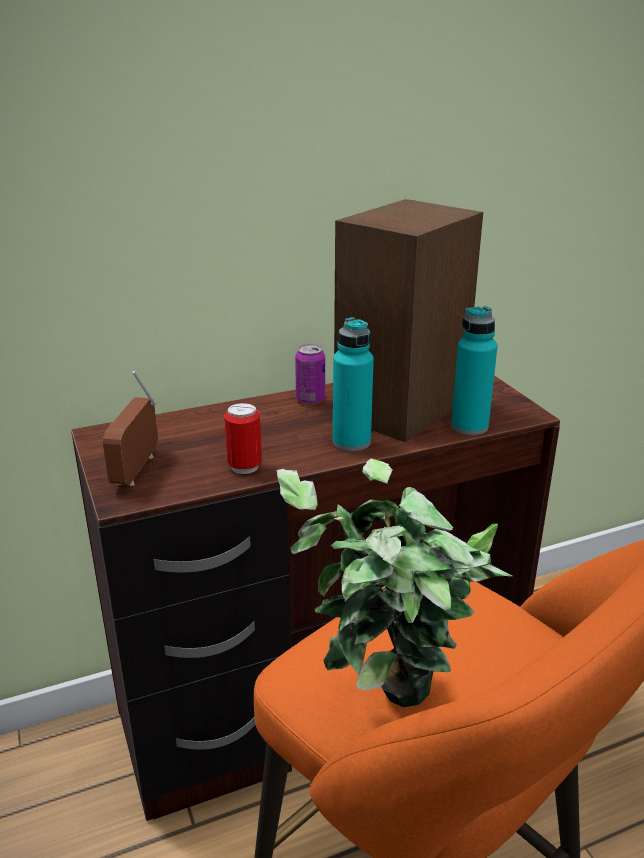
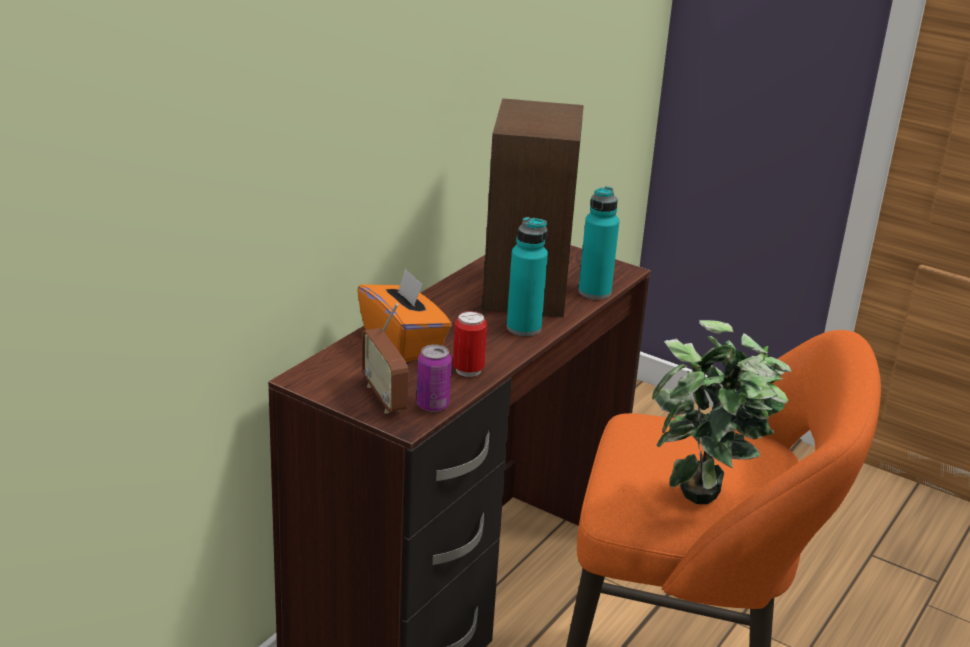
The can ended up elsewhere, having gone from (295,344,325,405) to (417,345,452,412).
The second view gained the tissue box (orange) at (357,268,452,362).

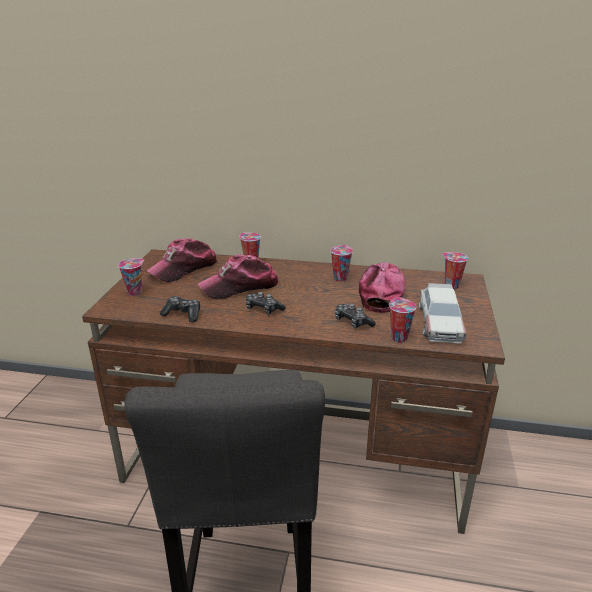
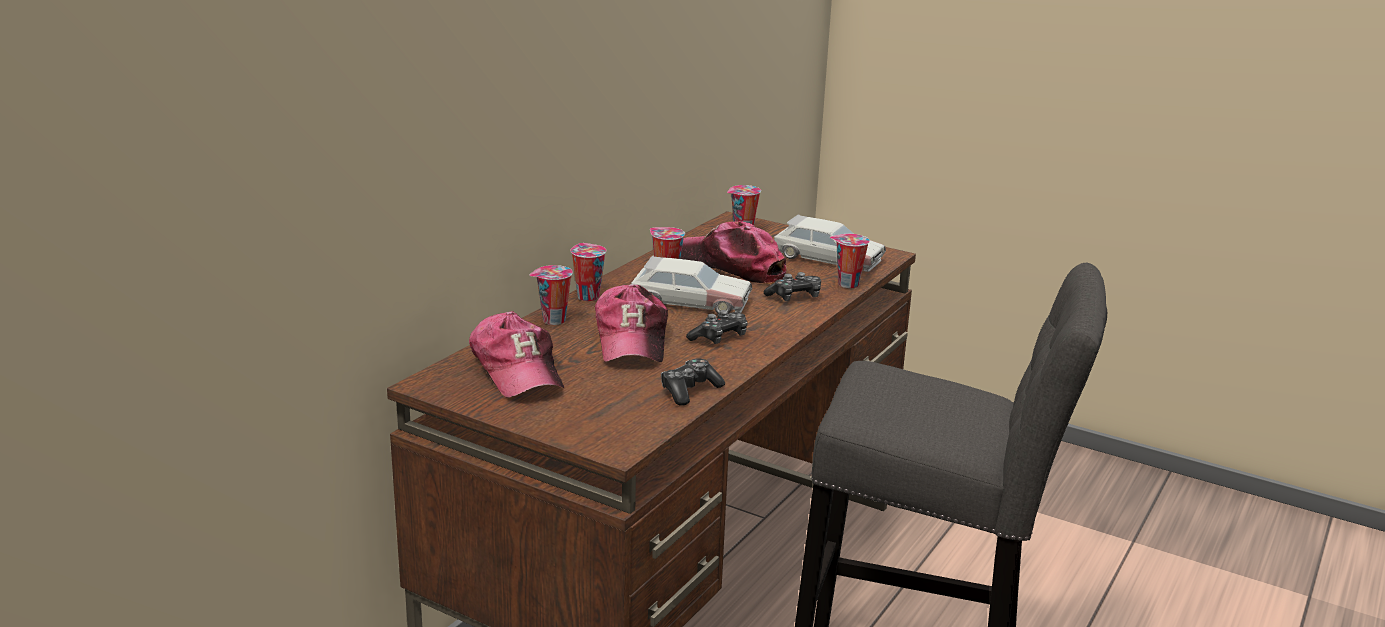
The cup ended up elsewhere, having gone from (118,258,145,296) to (570,243,606,301).
The second view gained the toy car at (631,256,752,314).

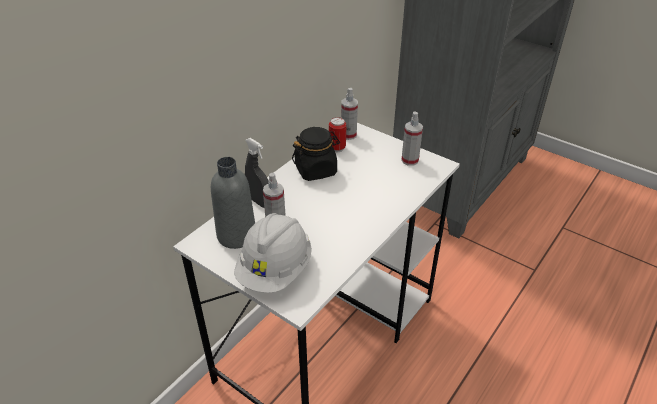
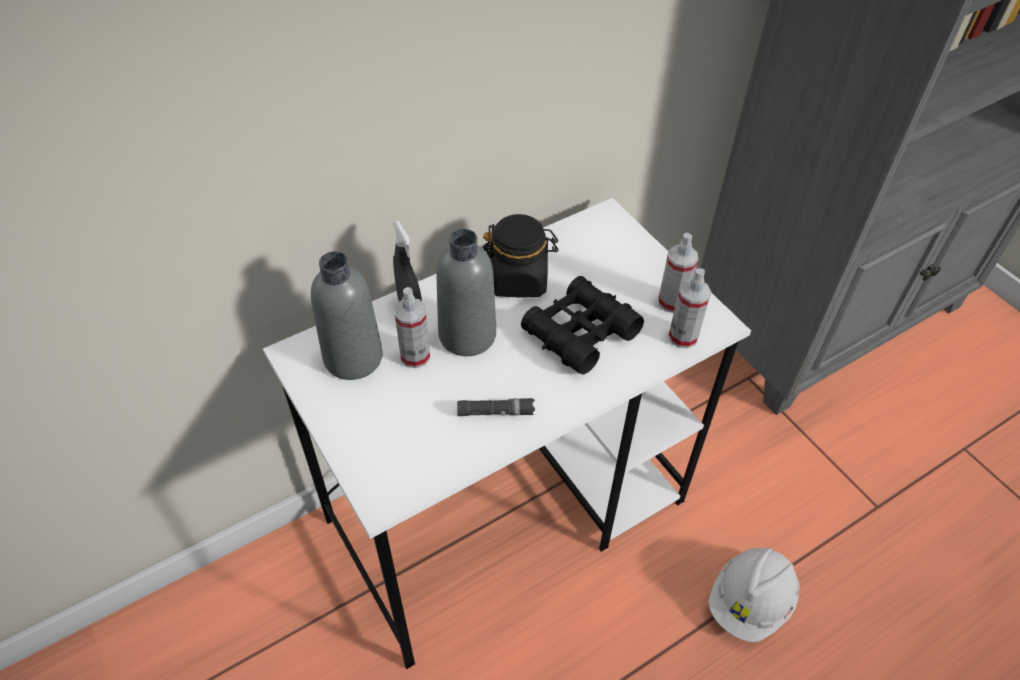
The hard hat (white) ended up elsewhere, having gone from (234,213,312,293) to (708,548,800,642).
The second view lost the can at (329,117,346,152).
The spray bottle ended up elsewhere, having gone from (341,88,358,140) to (668,268,711,348).
The second view gained the bottle (grey) at (436,229,496,356).
The second view gained the flashlight (black) at (457,398,535,416).
The second view gained the binoculars (black) at (521,276,644,374).

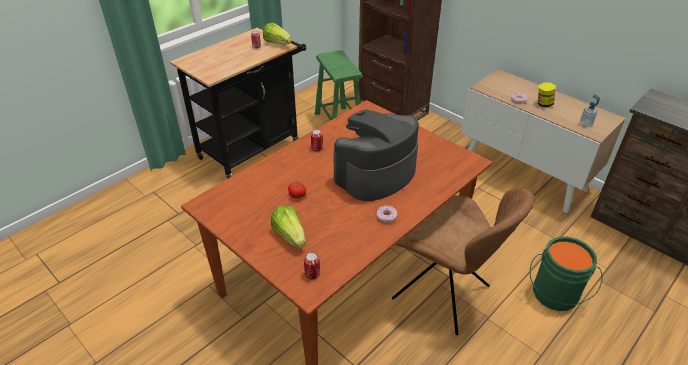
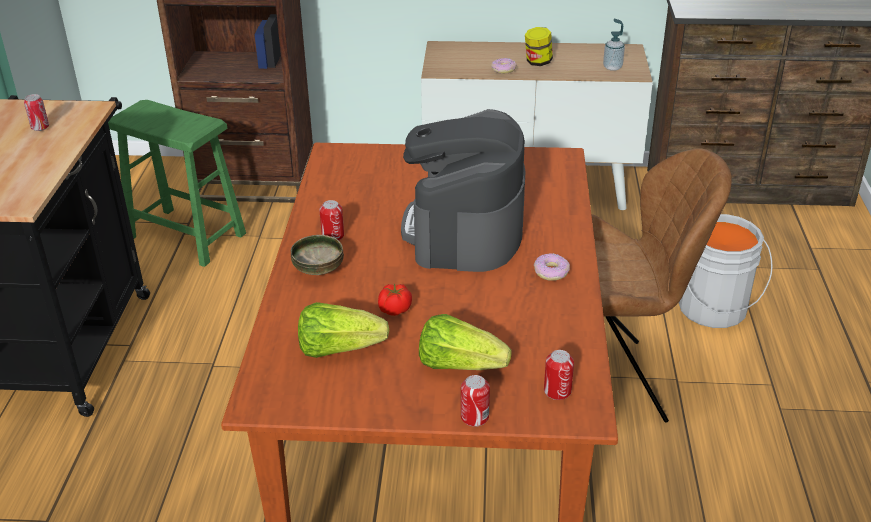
The lettuce ended up elsewhere, having gone from (263,23,292,44) to (298,302,389,358).
What was the bucket (green) at (530,237,603,311) turned into the bucket (grey) at (679,214,772,328).
The second view gained the bowl at (291,235,344,275).
The second view gained the can at (461,375,490,427).

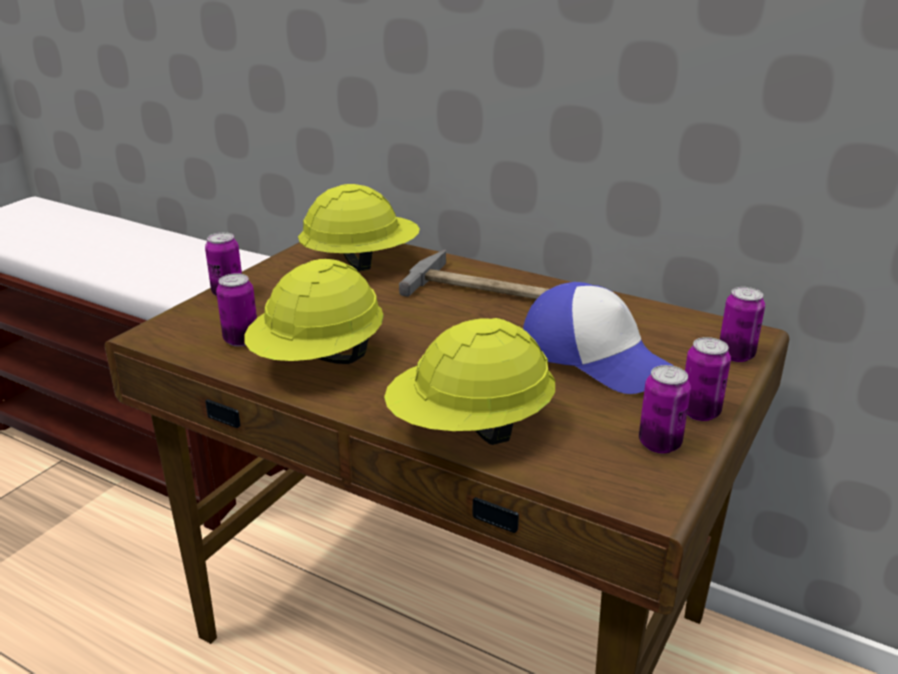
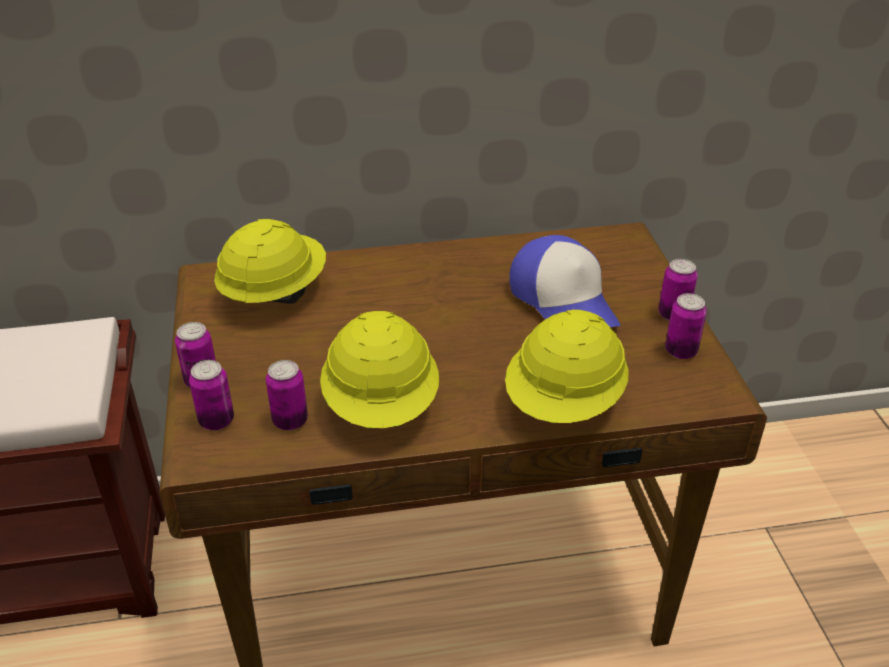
The second view lost the hammer at (399,250,549,299).
The cap at (523,282,674,394) ended up facing another way, 60 degrees clockwise from before.
The can ended up elsewhere, having gone from (720,287,765,362) to (189,360,234,430).

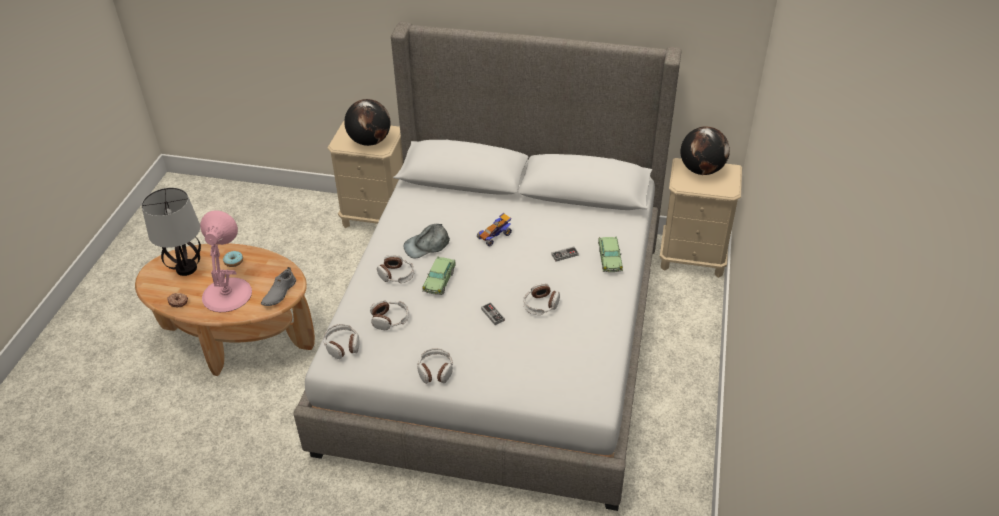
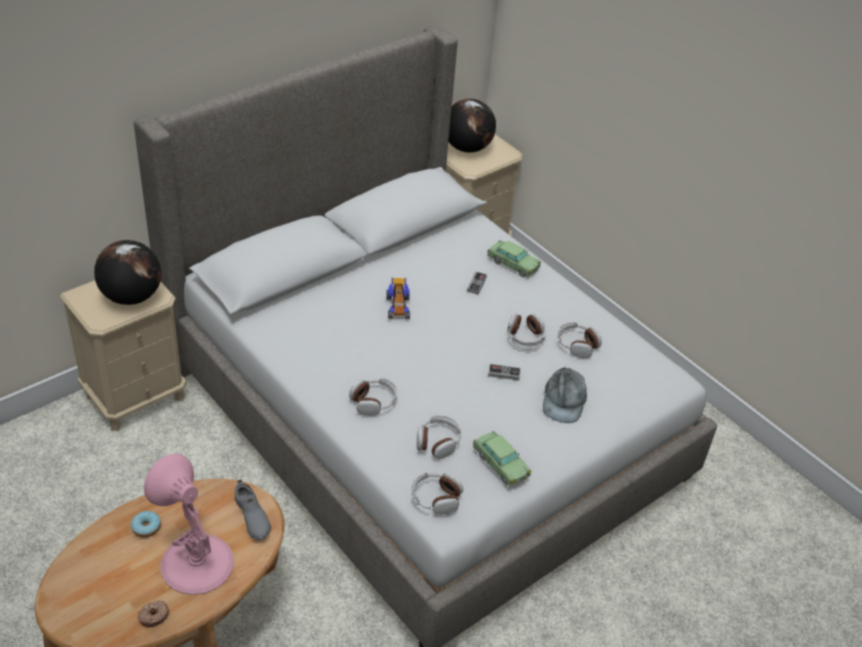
The second view lost the table lamp at (142,188,201,276).
The cap (grey) ended up elsewhere, having gone from (403,224,450,258) to (543,366,587,423).
The headphones ended up elsewhere, having gone from (417,348,453,384) to (557,322,602,358).
The toy car ended up elsewhere, having gone from (422,256,456,295) to (473,431,531,487).

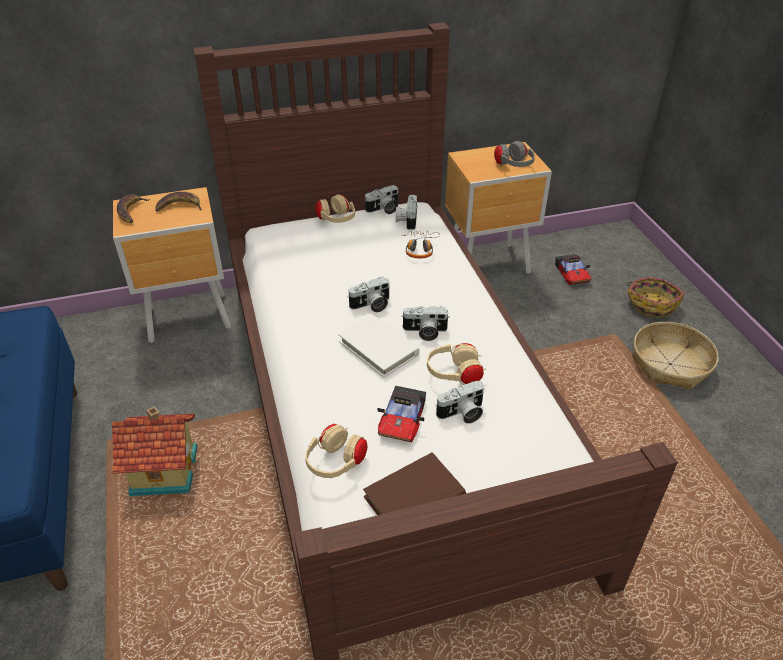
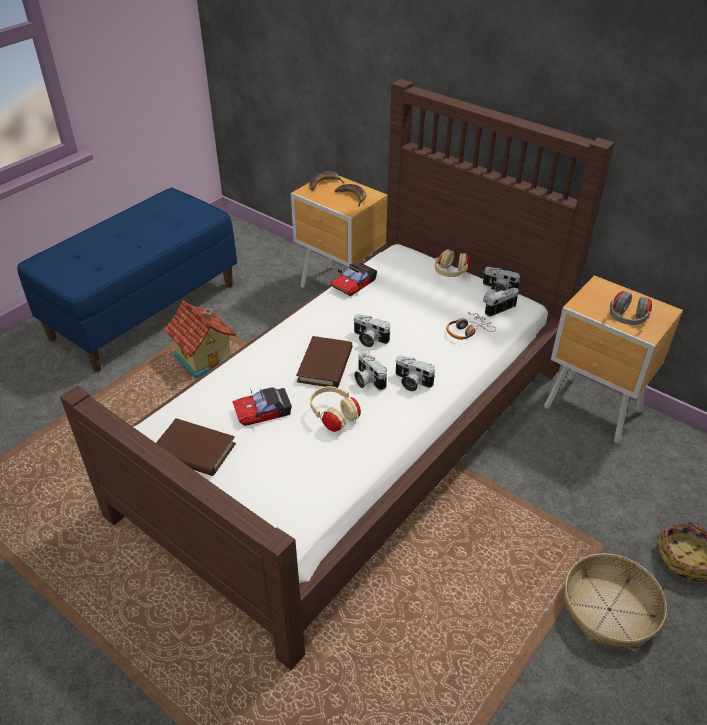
The second view lost the headphones (beige) at (305,424,367,478).
What was the book (white) at (338,314,420,378) turned into the book (brown) at (296,336,353,388).
The photo camera ended up elsewhere, having gone from (436,381,484,424) to (395,355,435,391).
The toy car ended up elsewhere, having gone from (555,254,592,285) to (330,263,377,296).

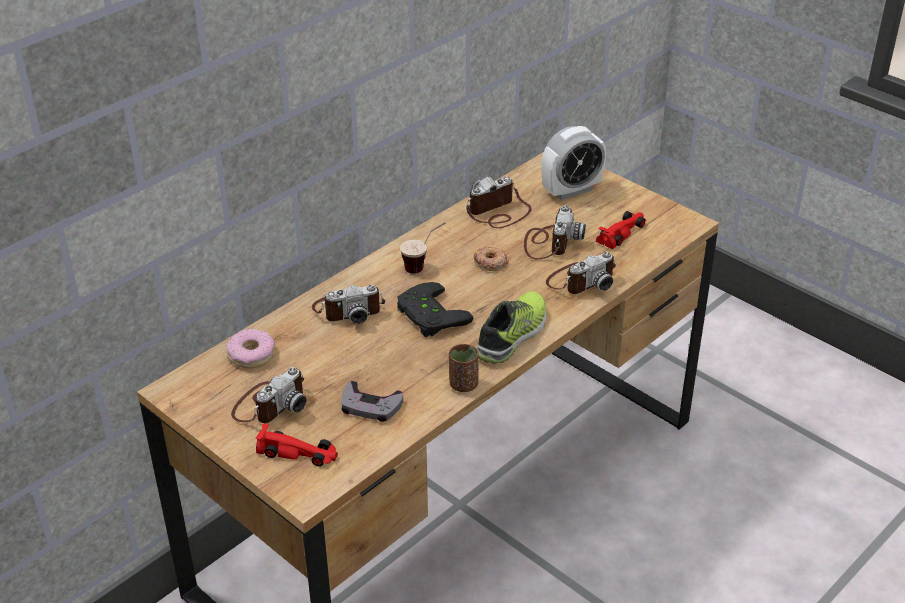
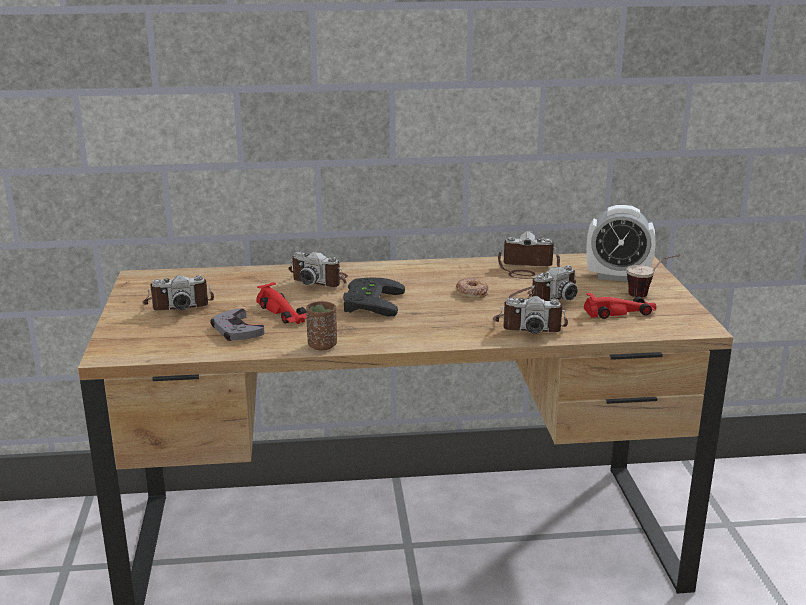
The second view lost the donut at (226,329,275,368).
The toy car (red) ended up elsewhere, having gone from (256,423,338,466) to (257,282,307,324).
The cup ended up elsewhere, having gone from (400,222,446,274) to (626,255,680,297).
The second view lost the shoe at (477,291,546,364).

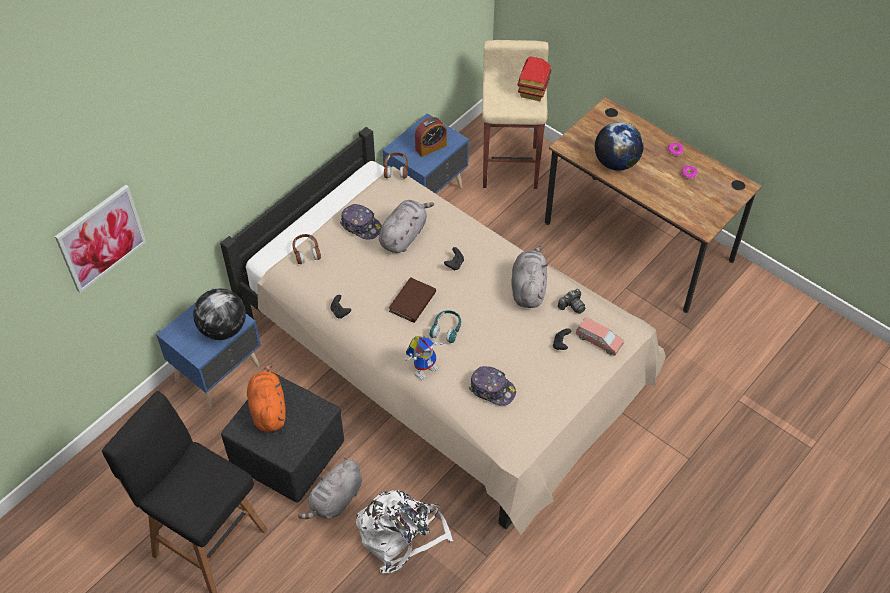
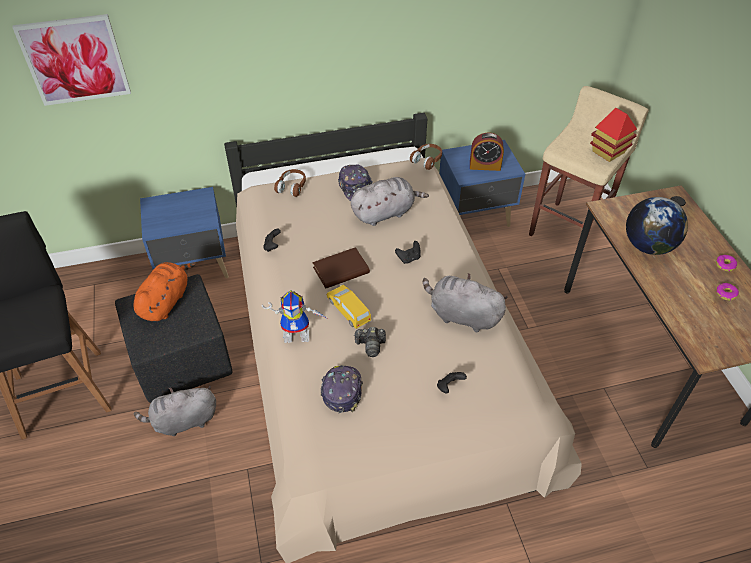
The second view lost the globe at (193,288,246,340).
The second view lost the backpack (white) at (356,490,453,574).
Where the headphones (turquoise) stood at (429,310,461,343), the toy car (yellow) came to stand at (327,285,371,329).
The cap at (469,366,516,406) ended up facing another way, 150 degrees counterclockwise from before.
The plush toy (grey) at (511,246,548,308) ended up facing another way, 105 degrees counterclockwise from before.
The photo camera ended up elsewhere, having gone from (558,289,585,314) to (354,327,386,357).
The second view lost the toy car (pink) at (576,317,624,356).

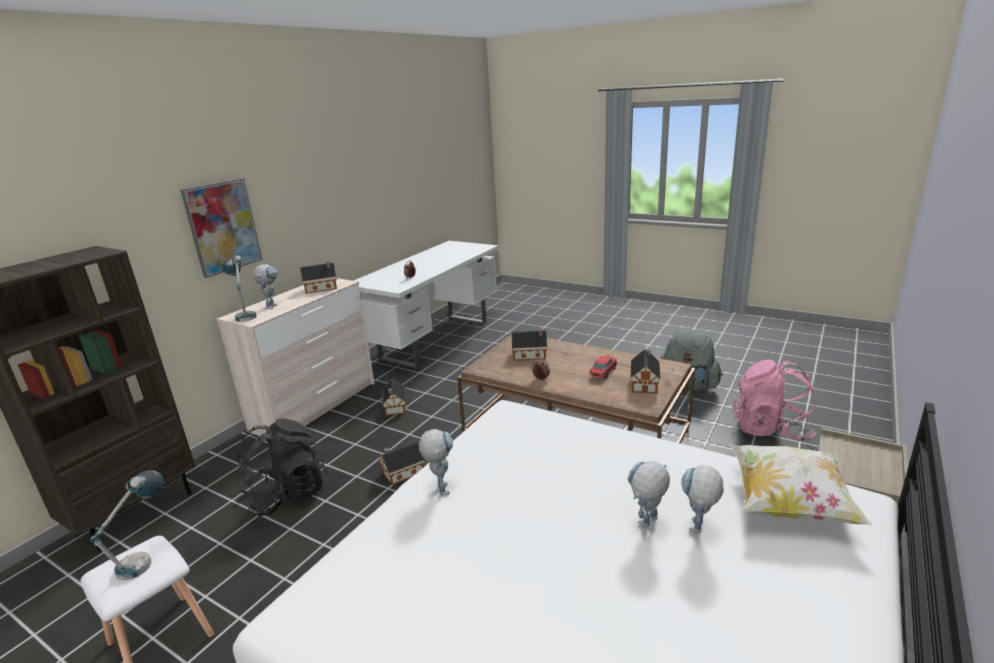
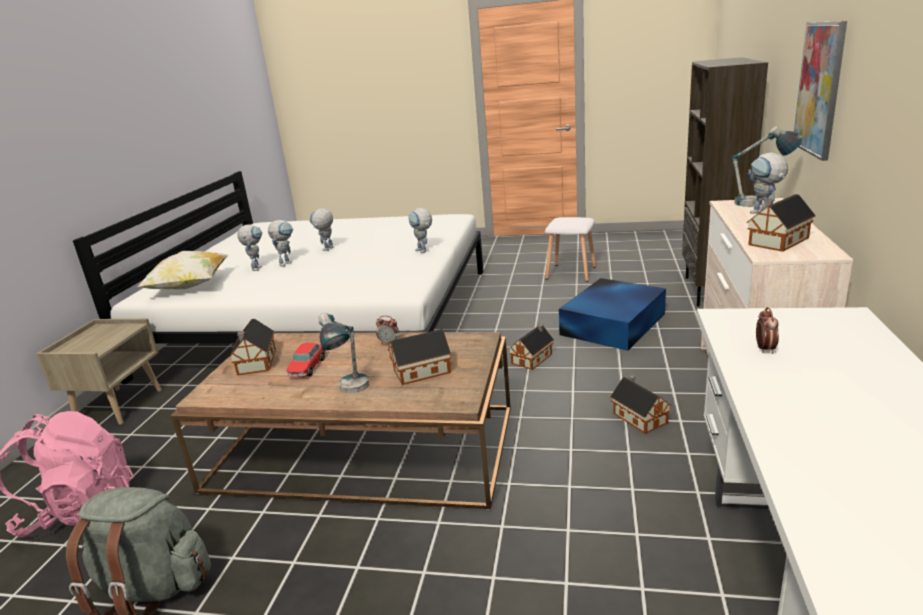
The table lamp ended up elsewhere, having gone from (90,470,164,580) to (318,313,369,393).
Where the backpack (black) stood at (237,418,327,516), the storage box (blue) came to stand at (559,278,666,351).
The second view gained the toy robot at (310,208,333,251).

